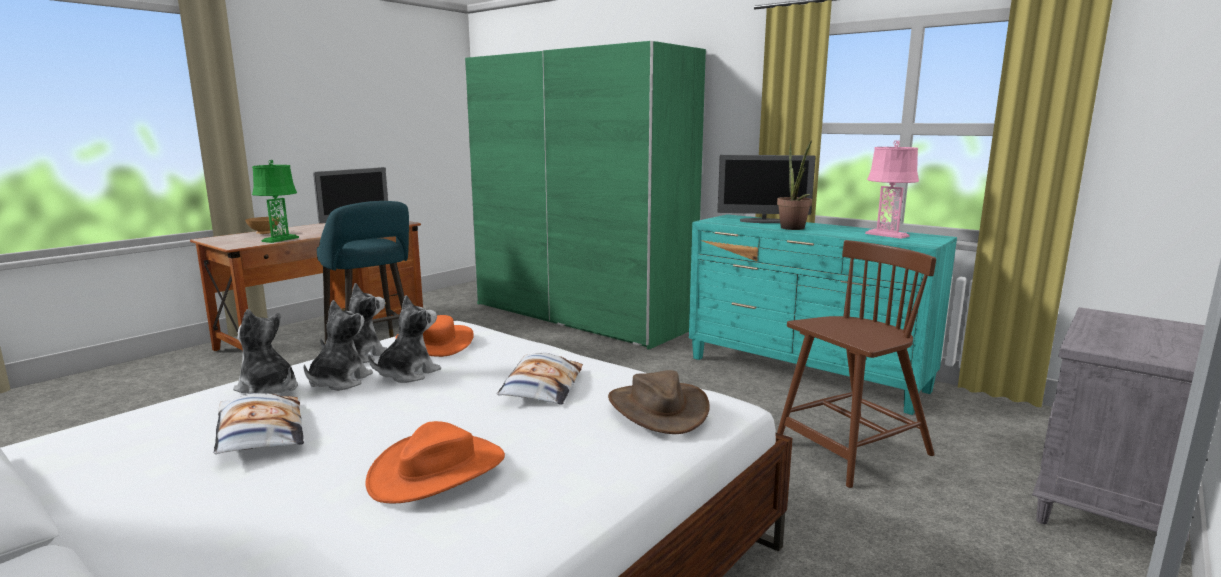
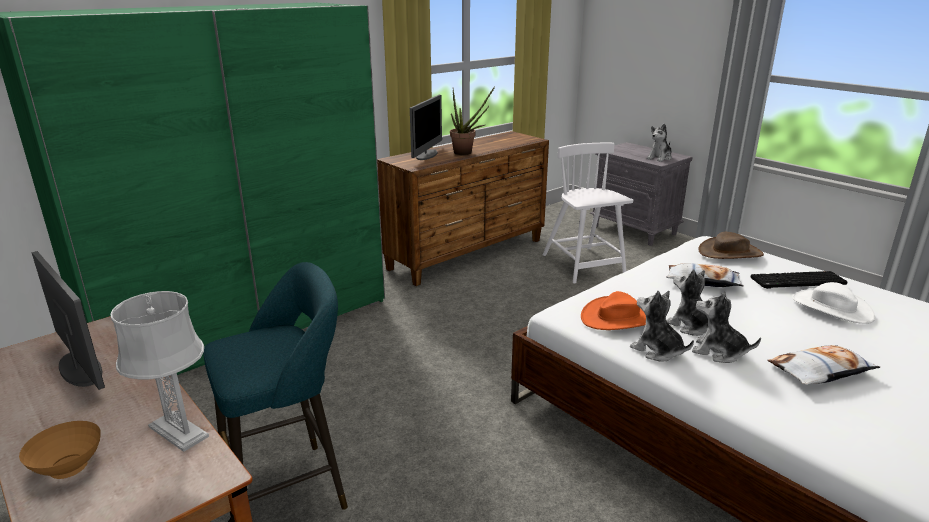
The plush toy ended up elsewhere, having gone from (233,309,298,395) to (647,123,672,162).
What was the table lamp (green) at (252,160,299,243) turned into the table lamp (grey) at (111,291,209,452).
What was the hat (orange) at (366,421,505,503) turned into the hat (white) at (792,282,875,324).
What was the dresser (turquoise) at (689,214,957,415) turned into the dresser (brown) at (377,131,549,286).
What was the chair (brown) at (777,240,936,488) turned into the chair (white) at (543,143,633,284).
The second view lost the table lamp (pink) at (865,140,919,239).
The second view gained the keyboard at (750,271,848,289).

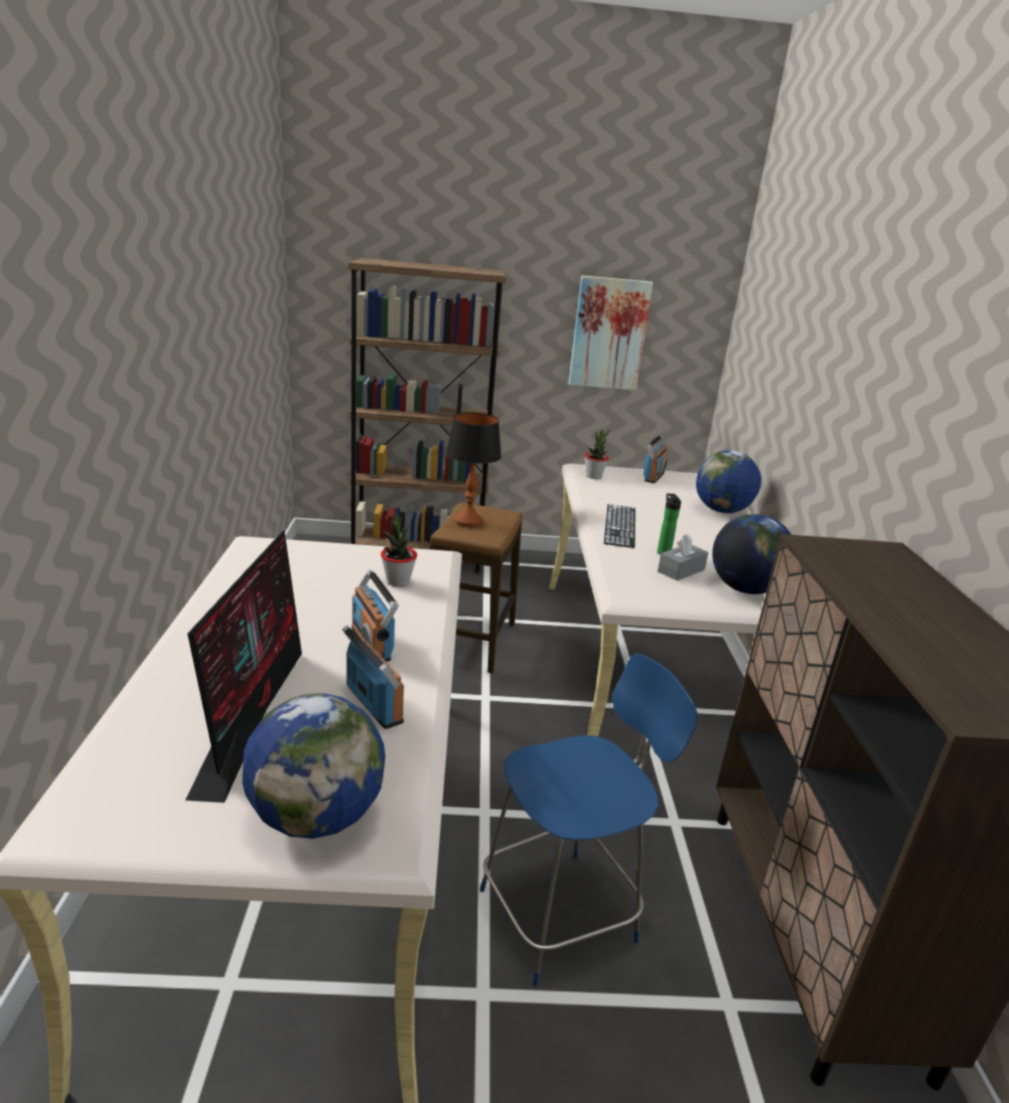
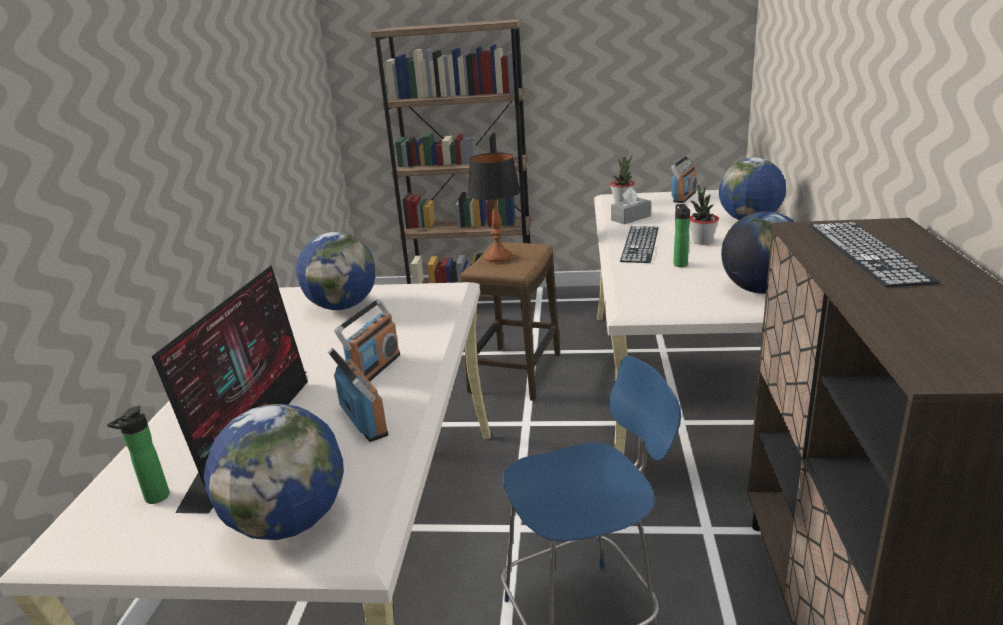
The radio at (352,570,398,662) ended up facing another way, 135 degrees counterclockwise from before.
The potted plant ended up elsewhere, having gone from (381,511,417,587) to (690,184,719,245).
The second view lost the picture at (569,275,653,390).
The tissue box (grey) ended up elsewhere, having gone from (658,534,708,581) to (611,187,651,224).
The second view gained the bottle at (107,406,170,504).
The second view gained the globe at (296,232,375,310).
The second view gained the keyboard at (810,222,940,287).

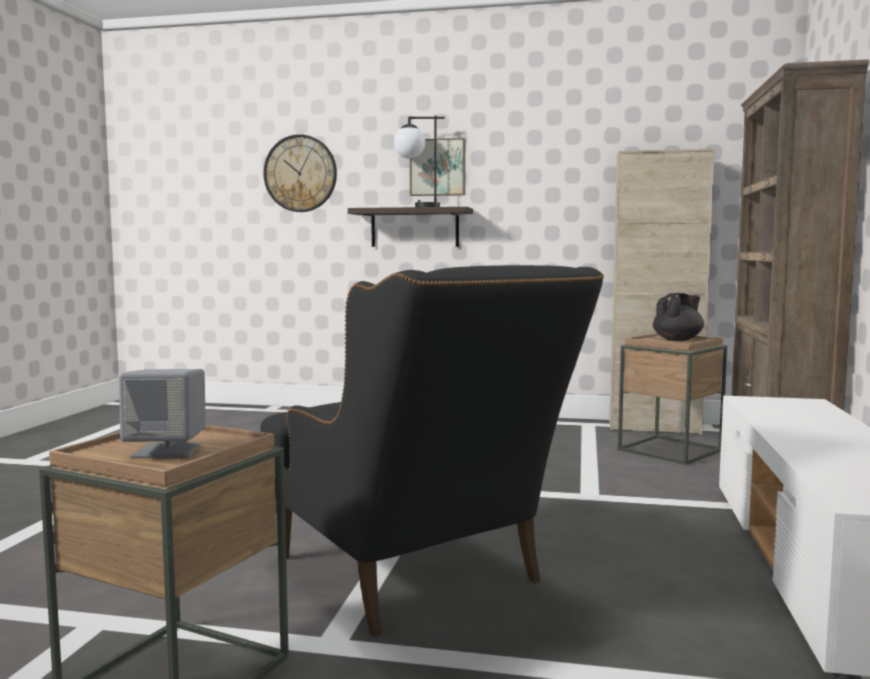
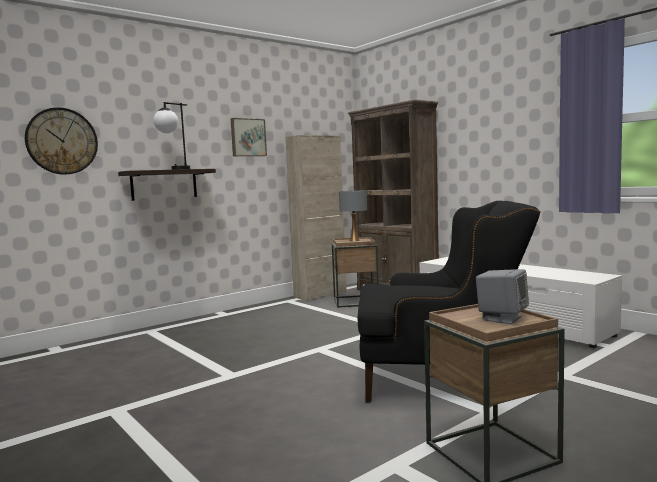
The picture ended up elsewhere, having gone from (410,138,465,196) to (231,118,267,156).
Where the teapot (black) stood at (653,293,704,341), the table lamp (grey) came to stand at (339,190,367,241).

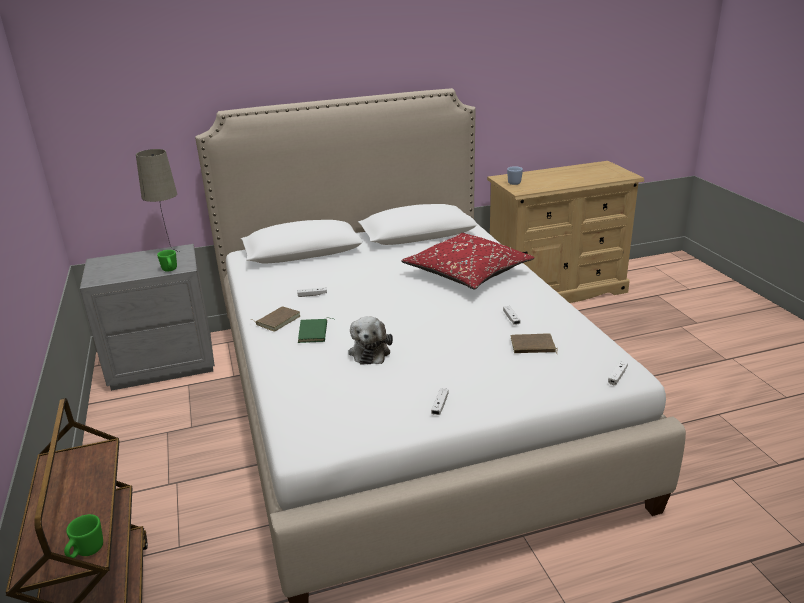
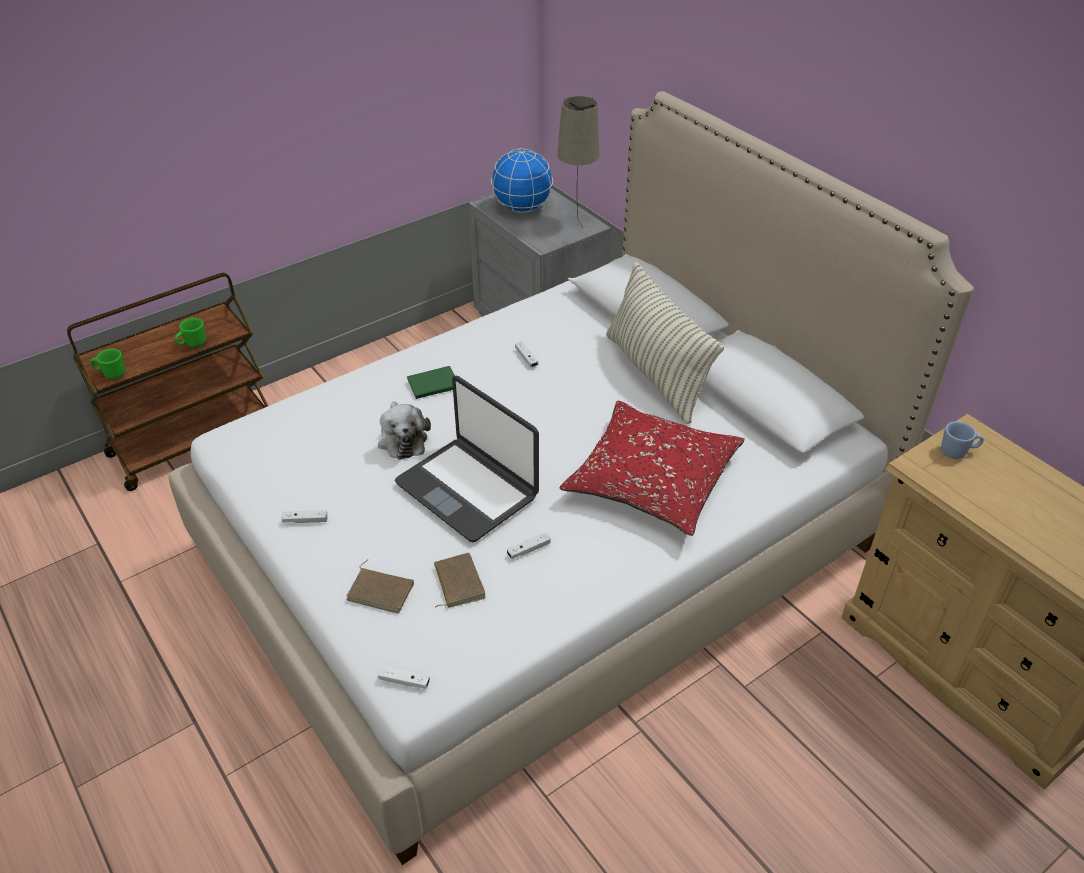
The mug (green) ended up elsewhere, having gone from (157,250,177,272) to (175,318,206,347).
The book (brown) ended up elsewhere, having gone from (250,306,300,332) to (346,559,414,613).
The plush toy at (348,316,393,364) ended up facing another way, 90 degrees counterclockwise from before.
The second view gained the laptop at (395,376,539,542).
The second view gained the globe at (491,149,553,213).
The second view gained the pillow at (606,262,724,424).

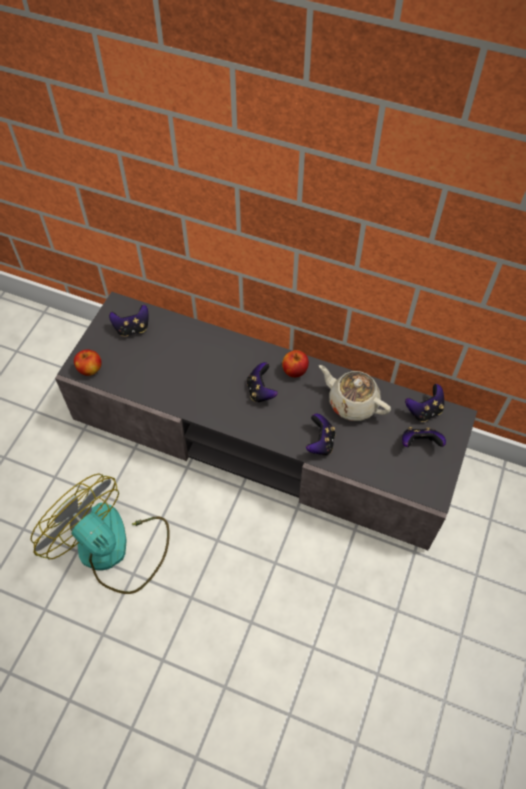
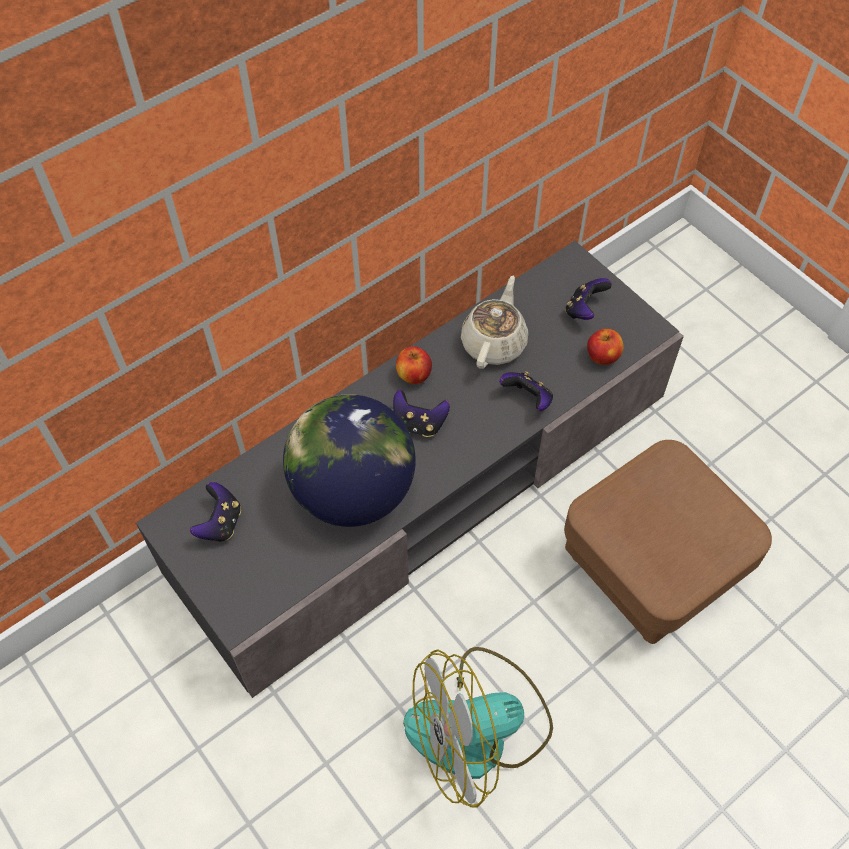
The apple ended up elsewhere, having gone from (74,349,102,376) to (587,329,624,365).
The teapot (beige) at (319,365,391,421) ended up facing another way, 135 degrees clockwise from before.
The second view lost the game controller at (405,384,444,422).
The second view gained the globe at (283,394,416,527).
The second view gained the ottoman (brown) at (564,440,772,644).

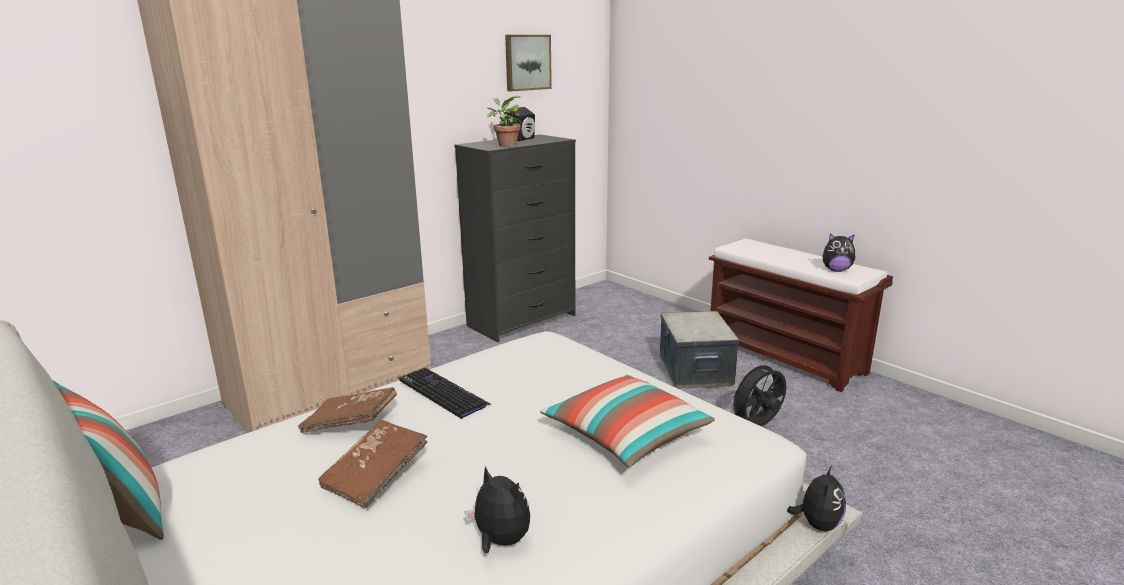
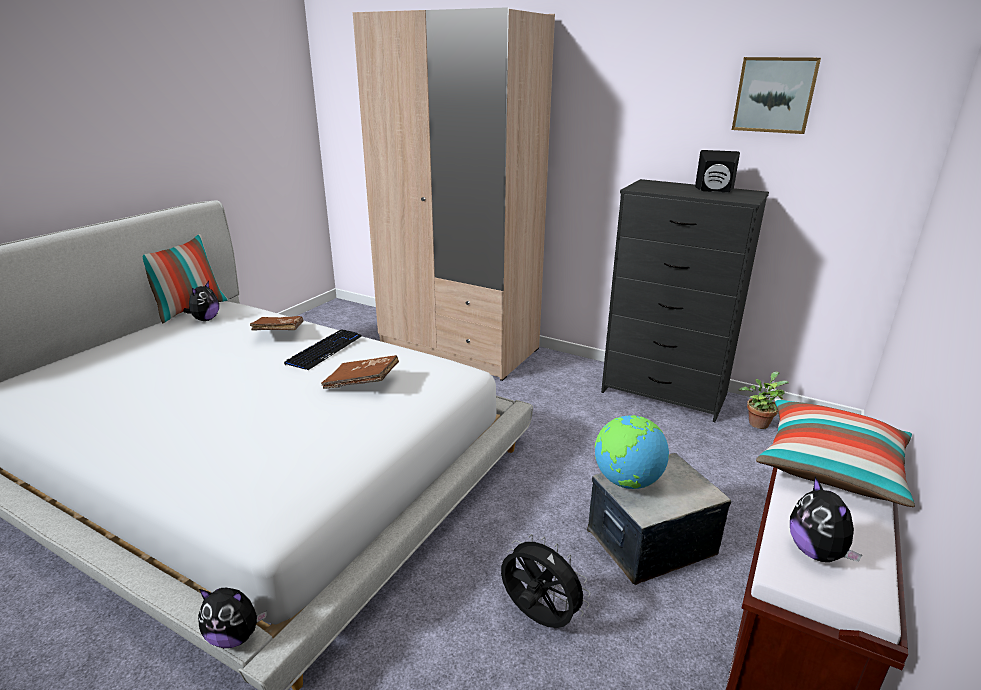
The book (brown) ended up elsewhere, having gone from (318,420,427,508) to (321,355,399,389).
The plush toy ended up elsewhere, having gone from (465,466,530,553) to (183,281,219,321).
The potted plant ended up elsewhere, having gone from (487,96,522,147) to (739,372,789,429).
The pillow ended up elsewhere, having gone from (540,375,715,467) to (756,399,915,507).
The second view gained the globe at (595,415,669,489).

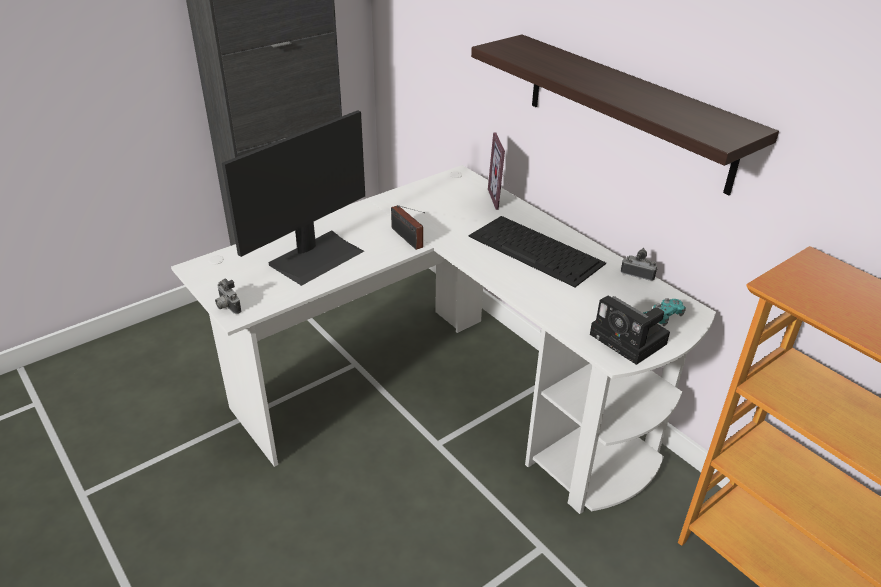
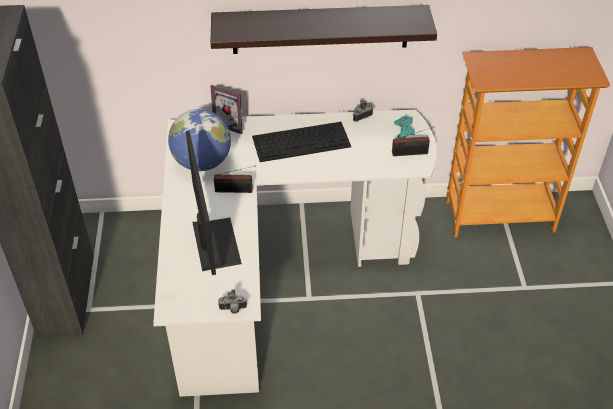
Where the photo camera stood at (590,295,670,365), the radio came to stand at (392,127,433,156).
The second view gained the globe at (168,109,231,171).

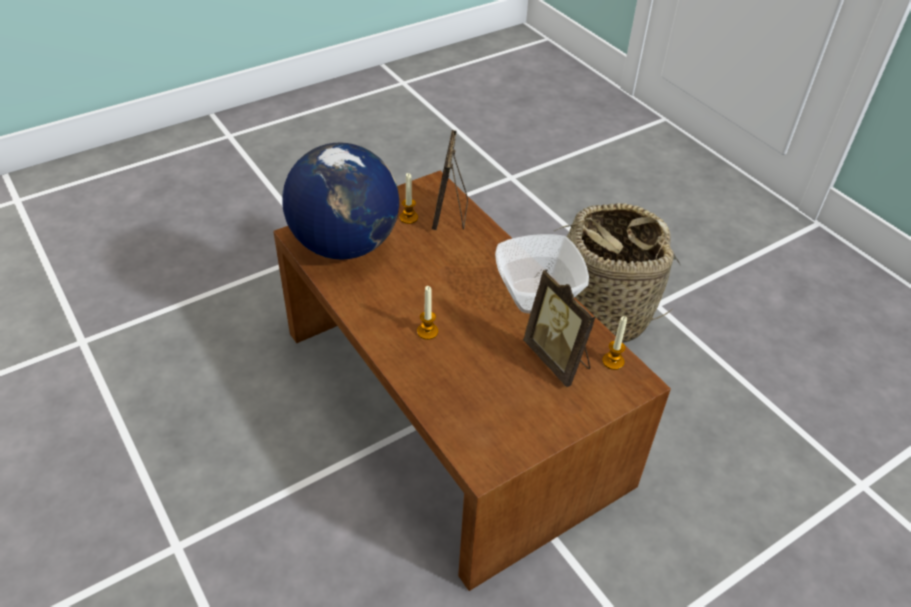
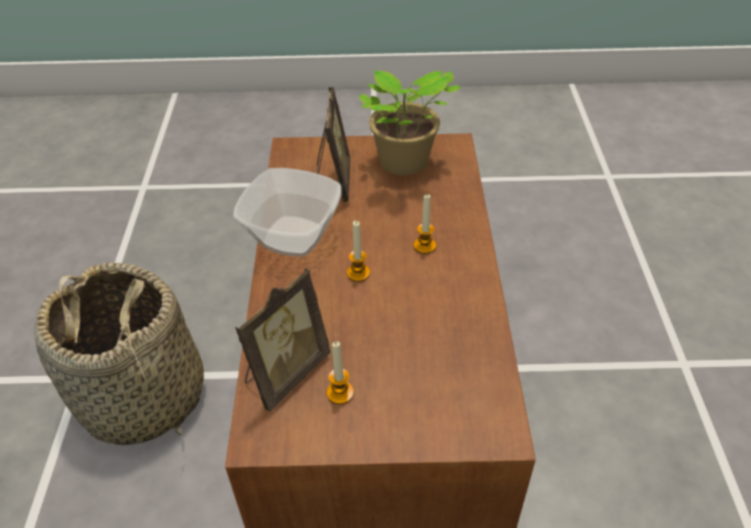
The second view lost the globe at (282,143,399,260).
The candle ended up elsewhere, having gone from (602,316,627,370) to (347,221,370,282).
The second view gained the potted plant at (359,70,461,175).

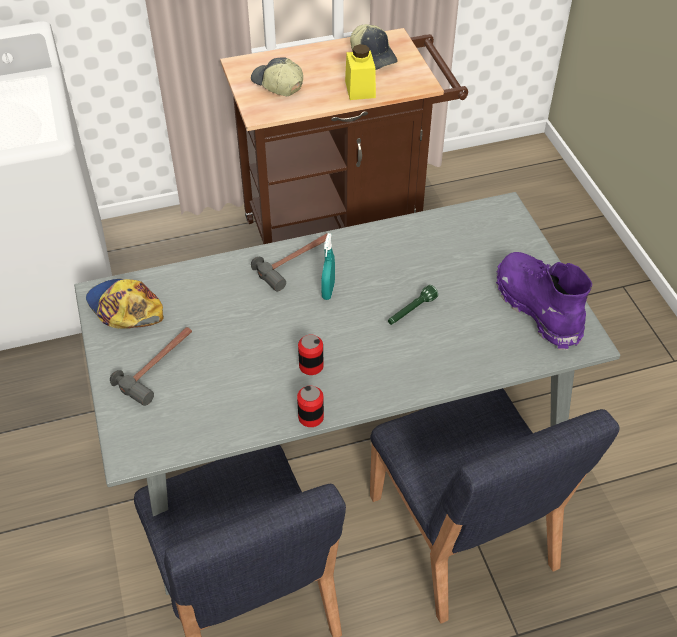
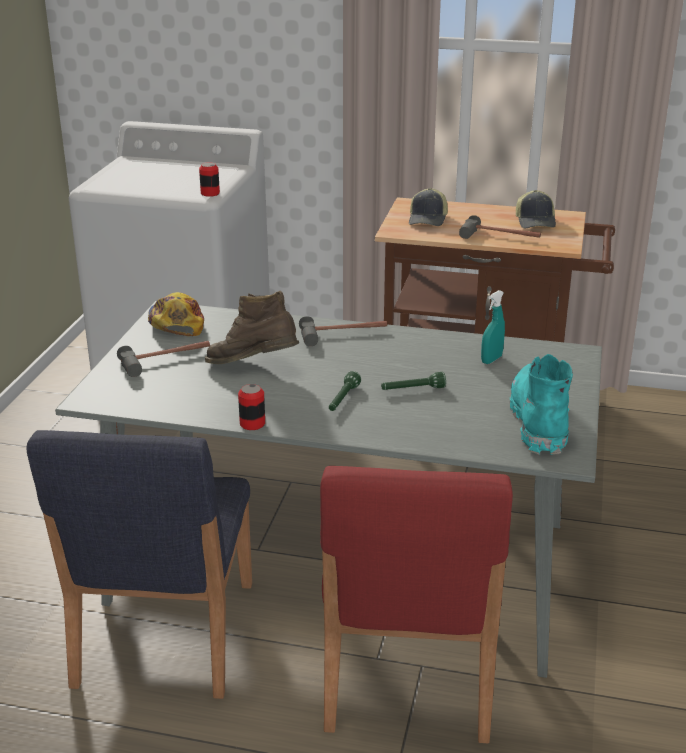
The cap at (251,57,303,96) ended up facing another way, 150 degrees counterclockwise from before.
The can ended up elsewhere, having gone from (298,334,324,375) to (199,162,220,197).
The spray bottle (turquoise) ended up elsewhere, having gone from (321,233,335,300) to (481,290,505,364).
Where the jar (yellow) stood at (345,44,376,100), the hammer came to stand at (459,215,541,239).
What was the chair (blue) at (370,388,620,624) turned into the chair (red) at (320,466,513,743).
What was the boot (purple) at (496,252,592,350) turned into the boot (turquoise) at (509,354,573,455).
The second view gained the boot (brown) at (205,291,299,364).
The second view gained the flashlight (green) at (329,371,361,411).

